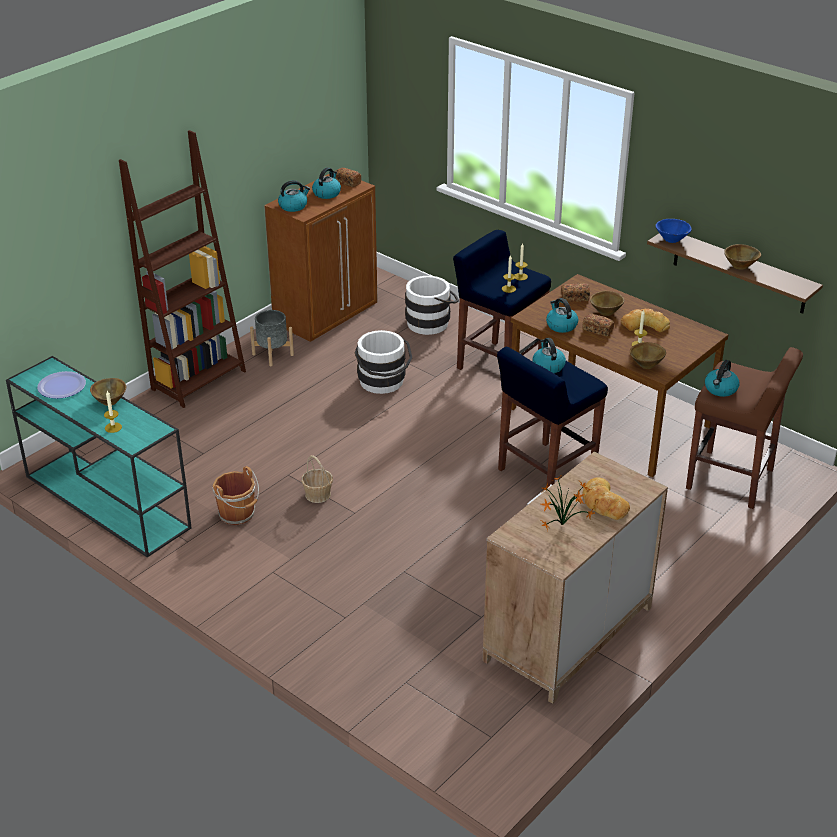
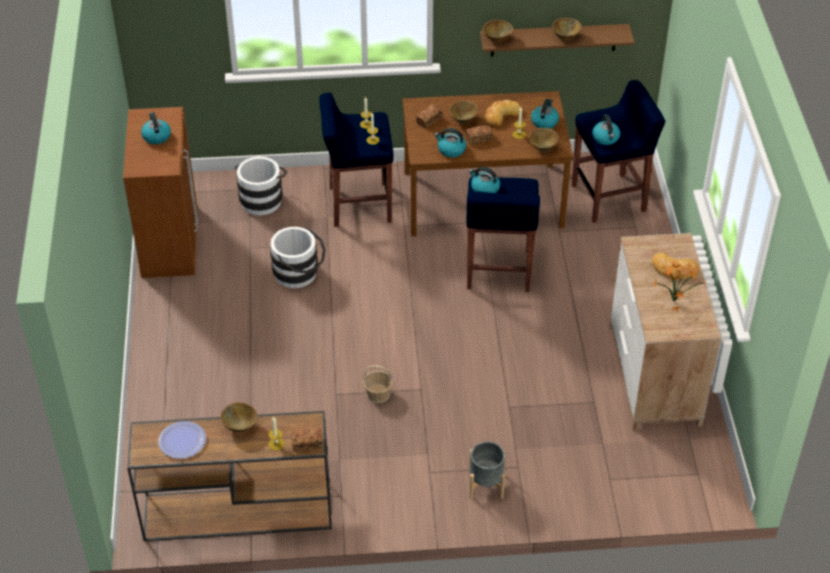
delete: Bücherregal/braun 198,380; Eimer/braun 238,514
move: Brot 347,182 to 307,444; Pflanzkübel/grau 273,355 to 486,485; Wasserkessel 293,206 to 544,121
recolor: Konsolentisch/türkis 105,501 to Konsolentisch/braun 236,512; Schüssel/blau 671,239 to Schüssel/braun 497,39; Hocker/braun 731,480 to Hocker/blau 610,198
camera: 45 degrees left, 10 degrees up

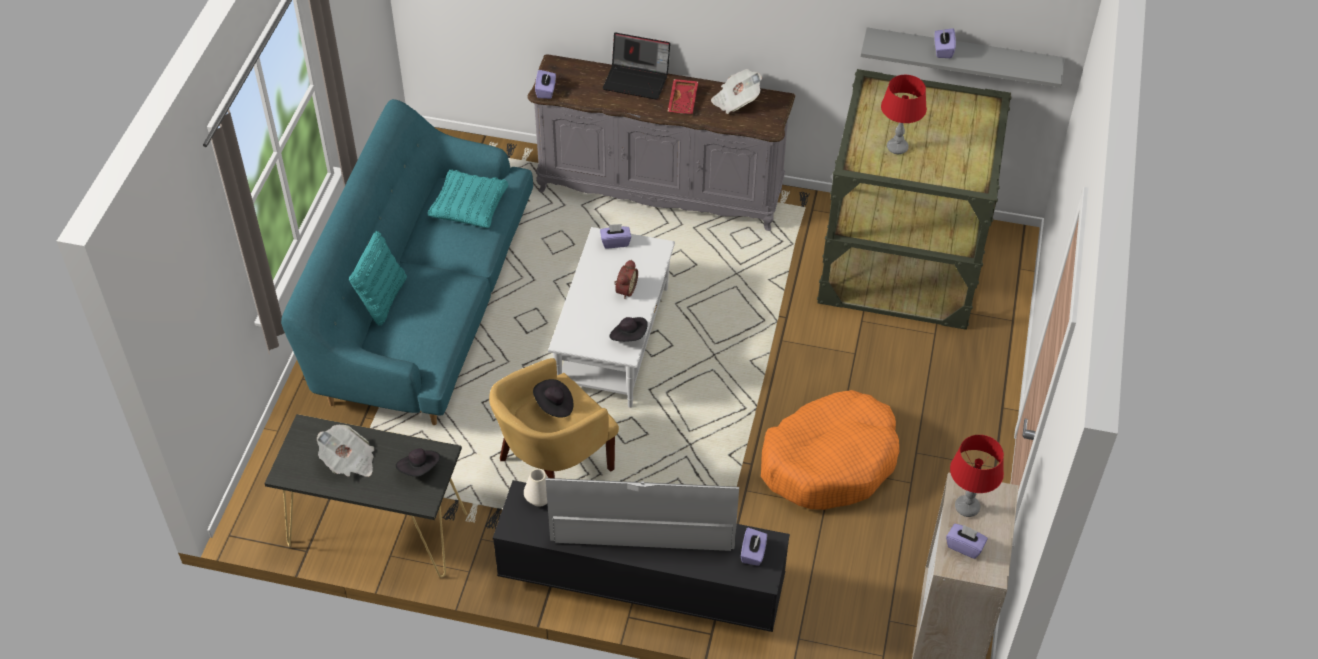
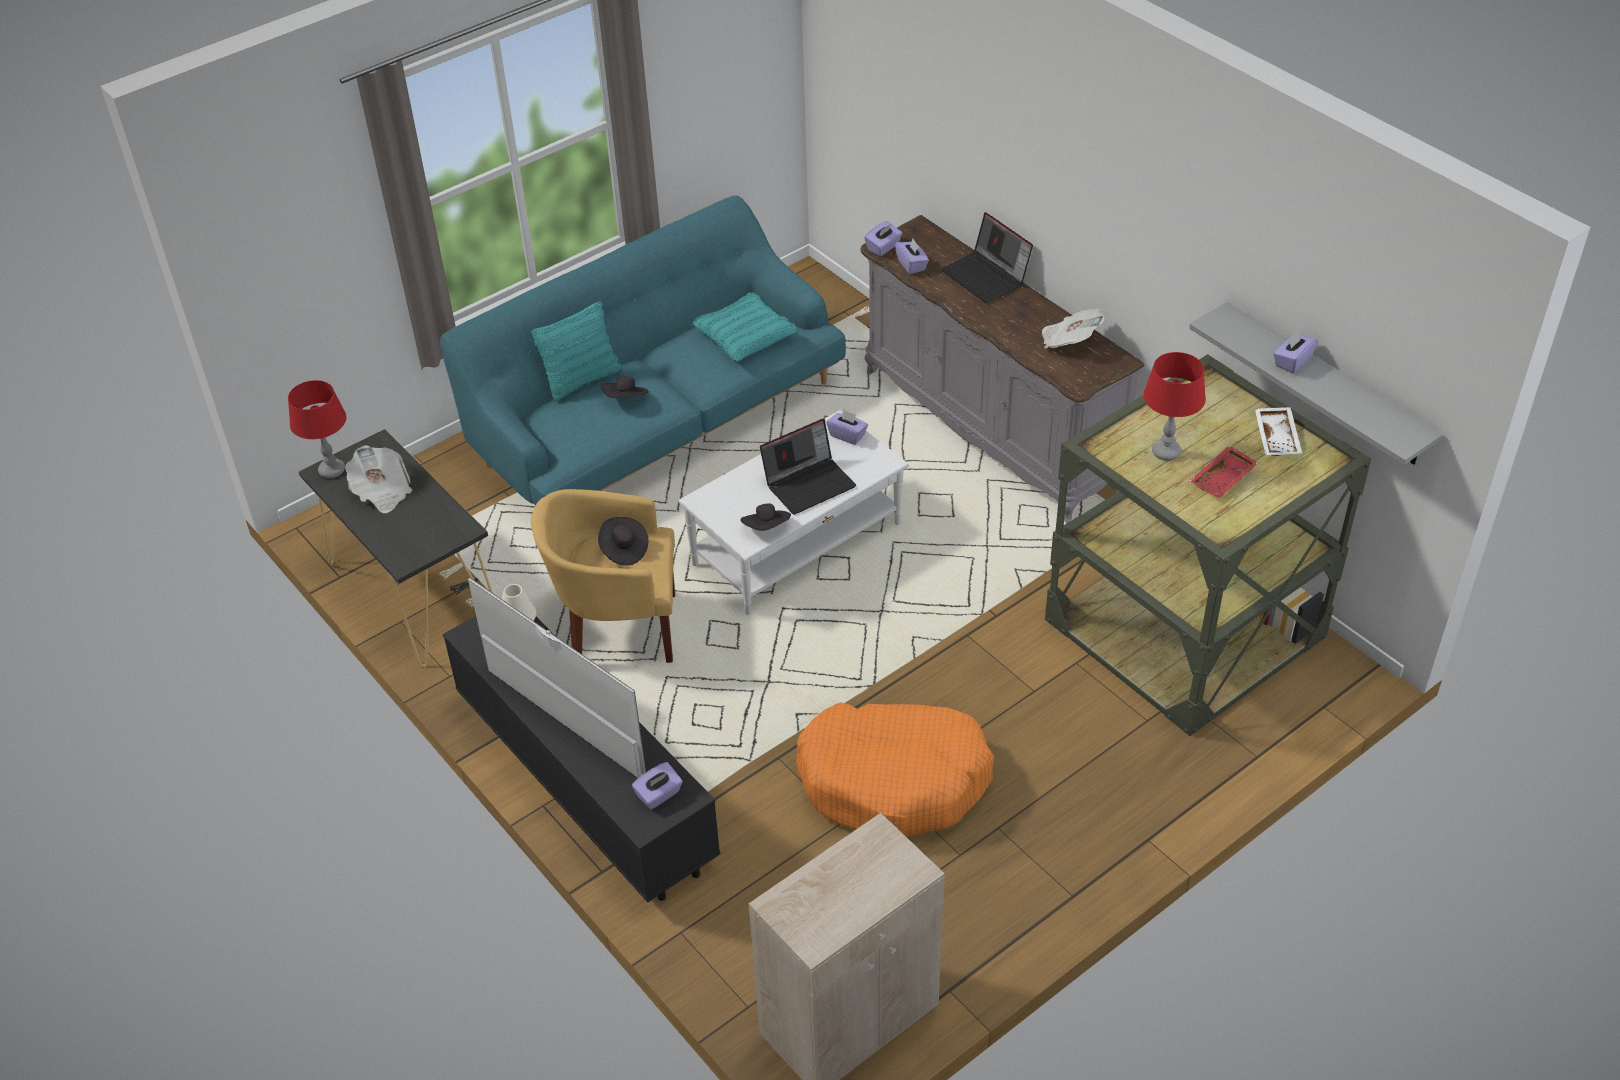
insert: Tablett/weiß 1278,437
move: Tischlampe/rot 967,508 to 332,470; Hut/schwarz 420,469 to 626,399; Taschentuchbox/lila 964,546 to 911,265; Tablett/rot 683,101 to 1223,479
replace: Wecker 625,290 to Laptop 809,483
camera: 40 degrees right, 5 degrees down

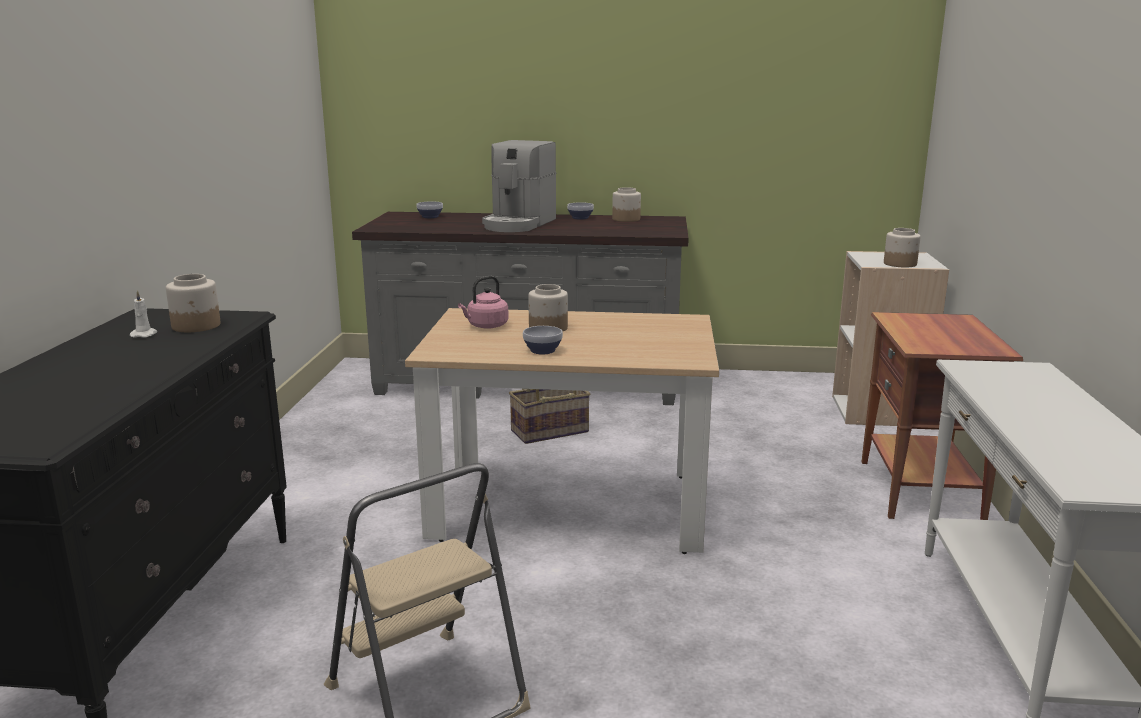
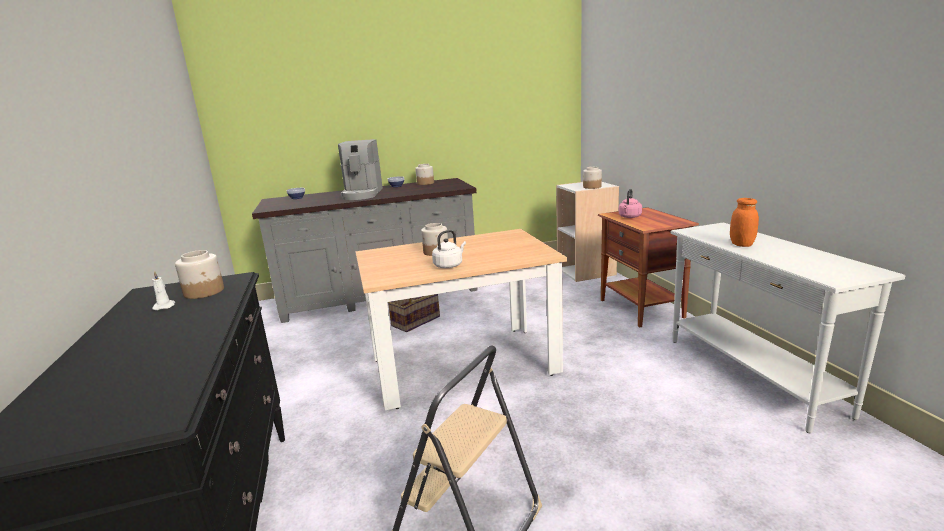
insert: Vorratsglas/orange 741,244
move: Wasserkessel/rosa 486,326 to 629,217
replace: Schüssel 543,350 to Wasserkessel/weiß 449,265
camera: 20 degrees left, 0 degrees up

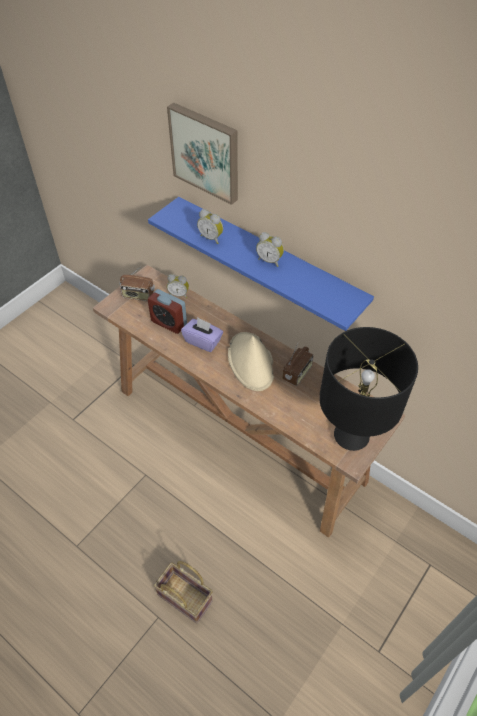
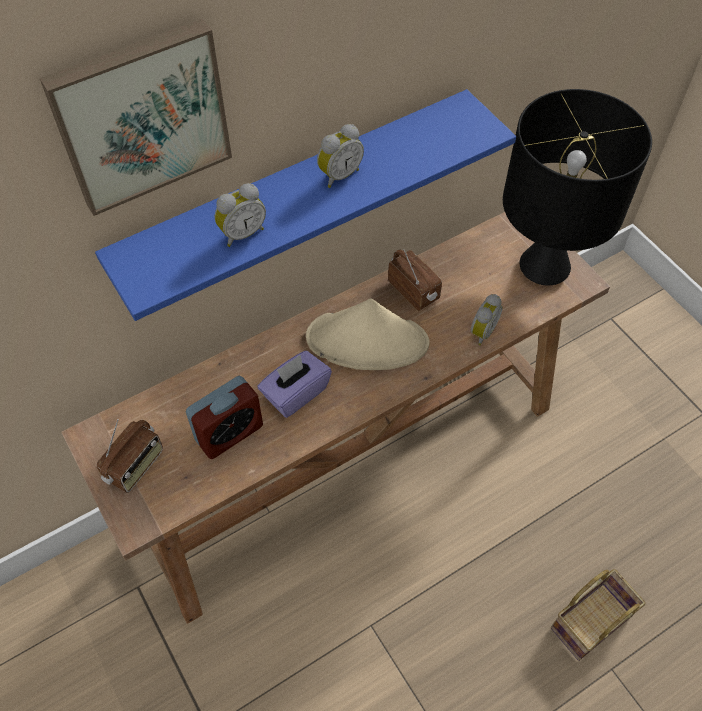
move: Wecker 179,294 to 481,331
camera: 70 degrees left, 5 degrees up

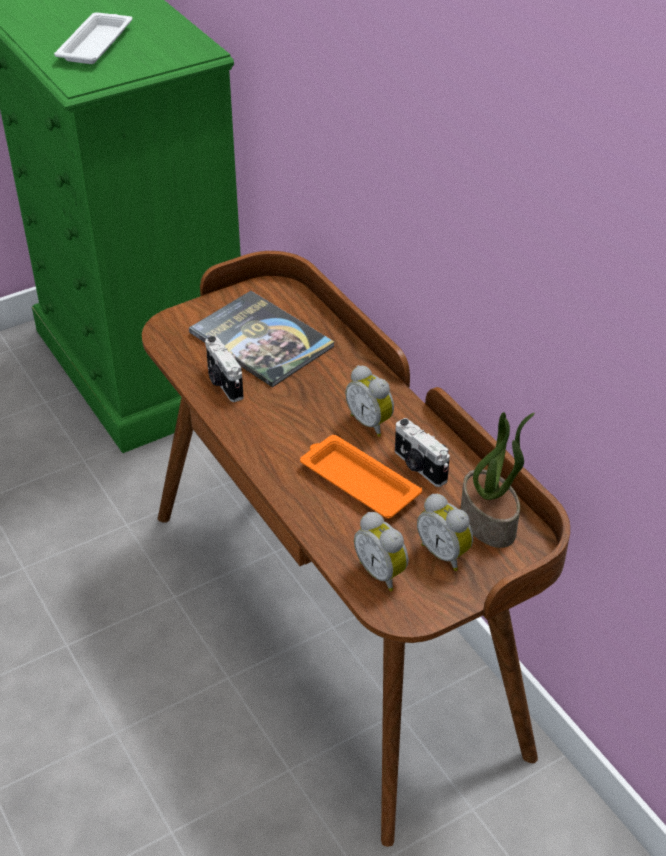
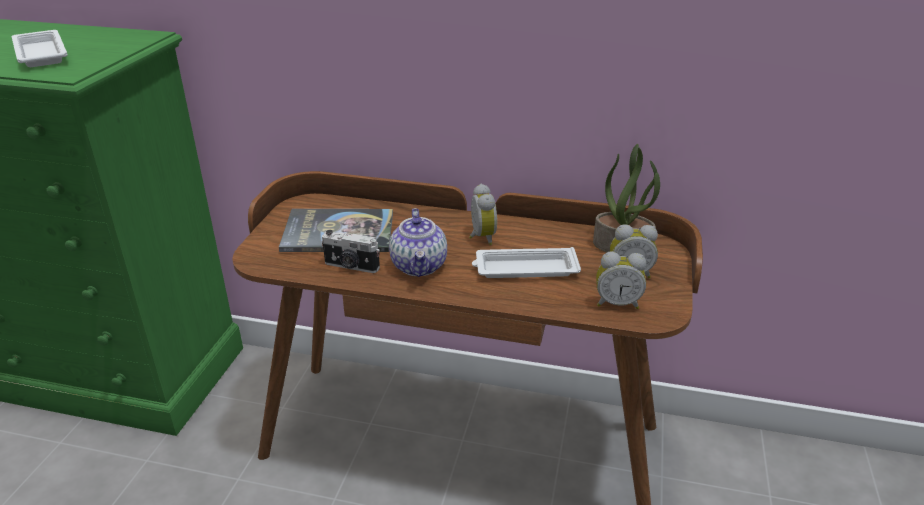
delete: Kamera 418,467
insert: Teekanne 420,266
recolor: Tablett/orange 357,481 to Tablett/weiß 524,269
rotate: Wecker 371,422 = 480,237 105 degrees counterclockwise
camera: 45 degrees left, 10 degrees down

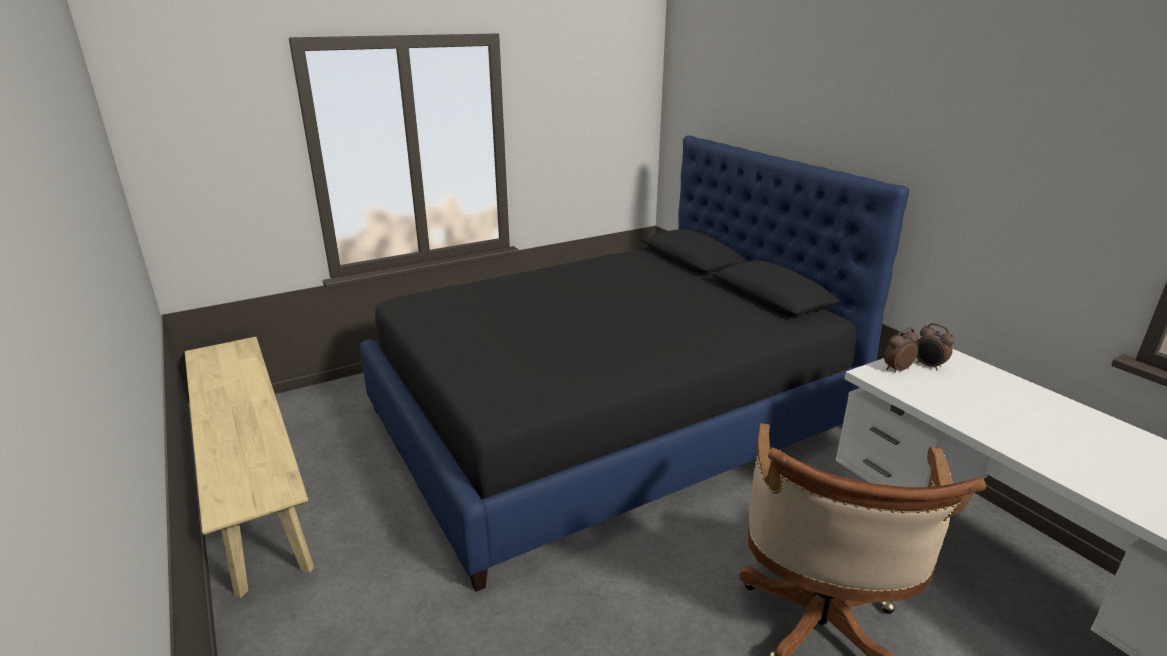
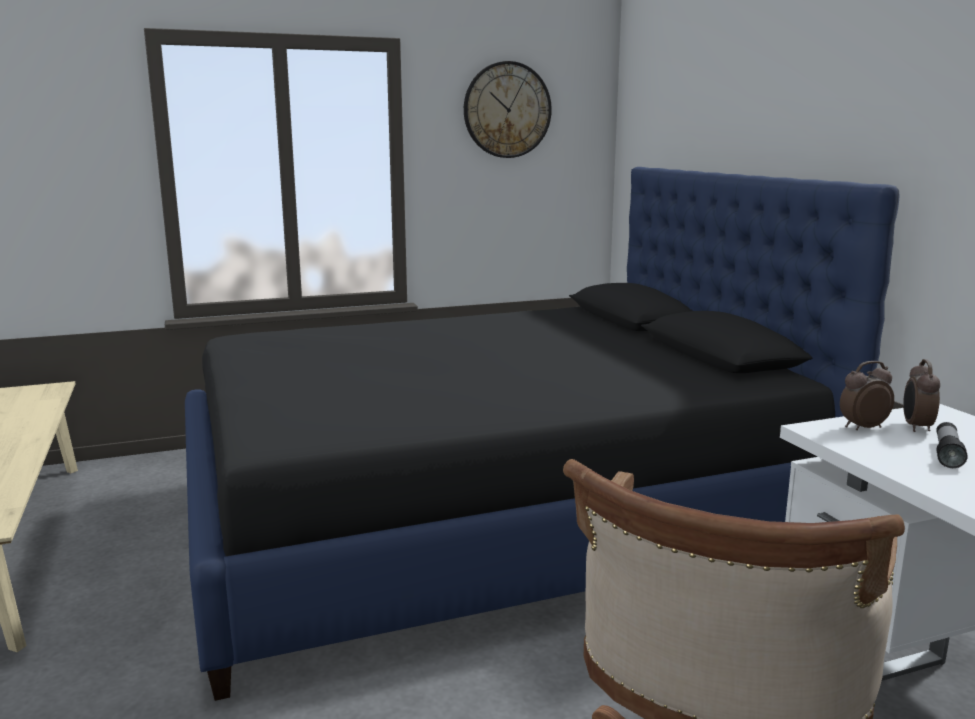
insert: Wanduhr 507,110; Taschenlampe 947,454
rotate: Wecker 928,366 = 916,427 45 degrees clockwise
camera: 10 degrees right, 10 degrees down

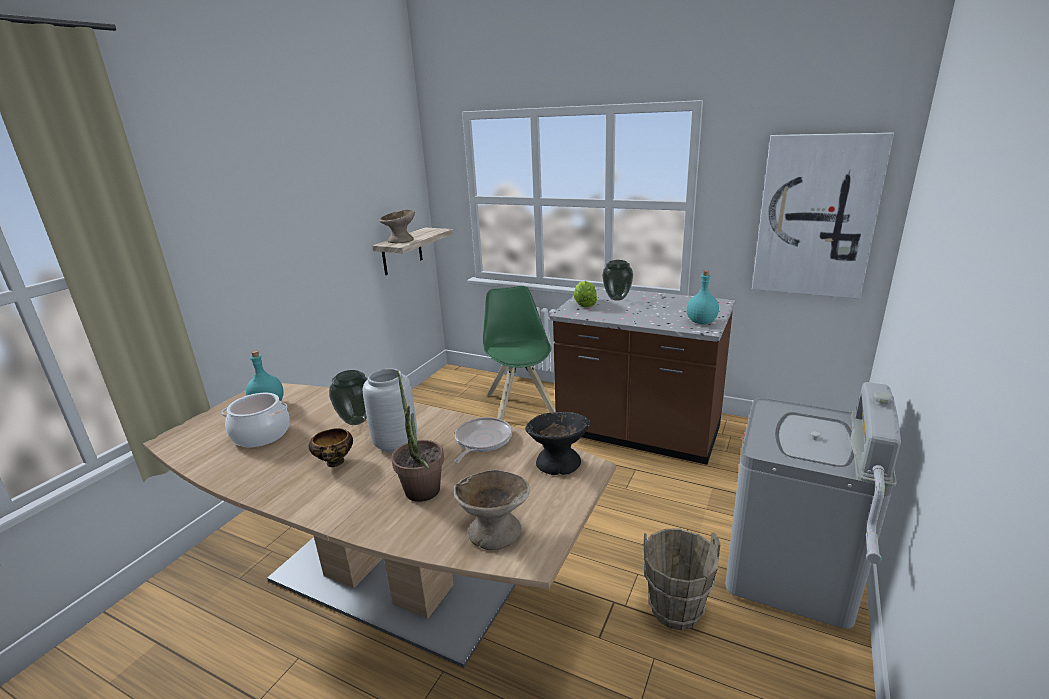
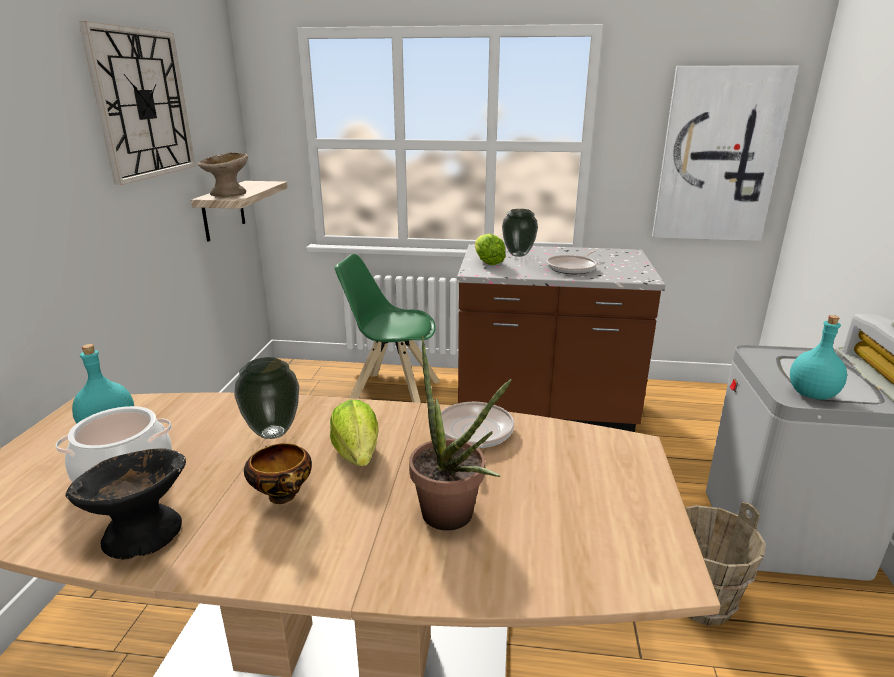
delete: Schüssel/beige 494,531
insert: Wanduhr 143,104; Pfanne 572,268
move: Schüssel/schwarz 558,462 to 142,533; Flasche/türkis 702,322 to 812,394
replace: Vase/grau 396,443 to Salatkopf 357,454
rotate: Stuhl/grün 520,403 = 392,393 45 degrees counterclockwise
camera: 20 degrees left, 0 degrees up

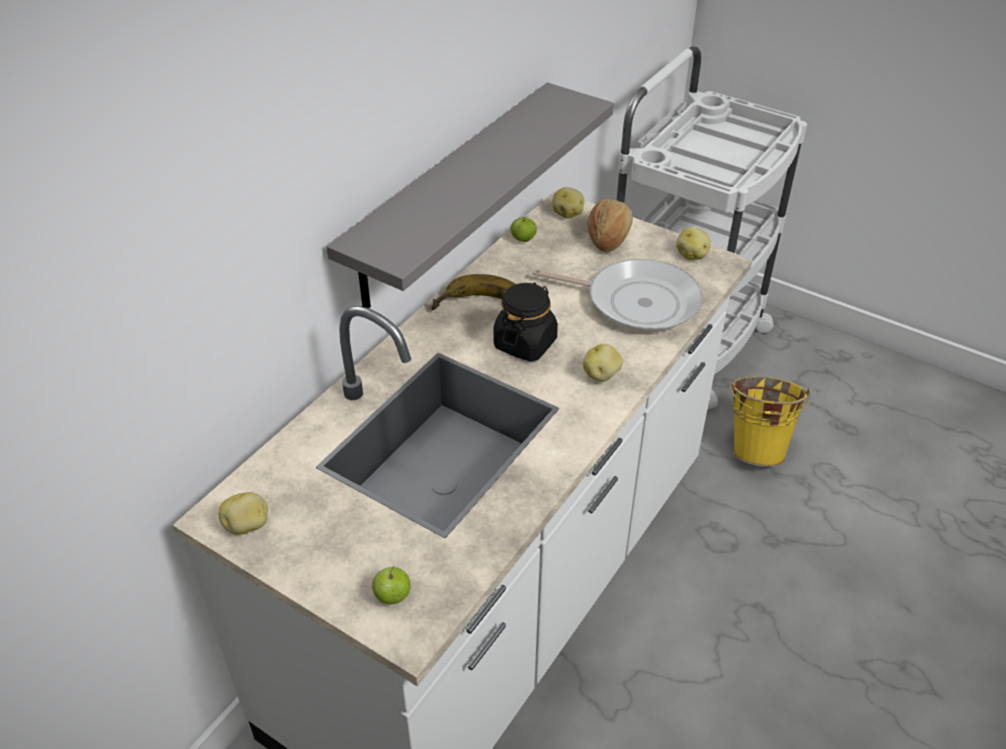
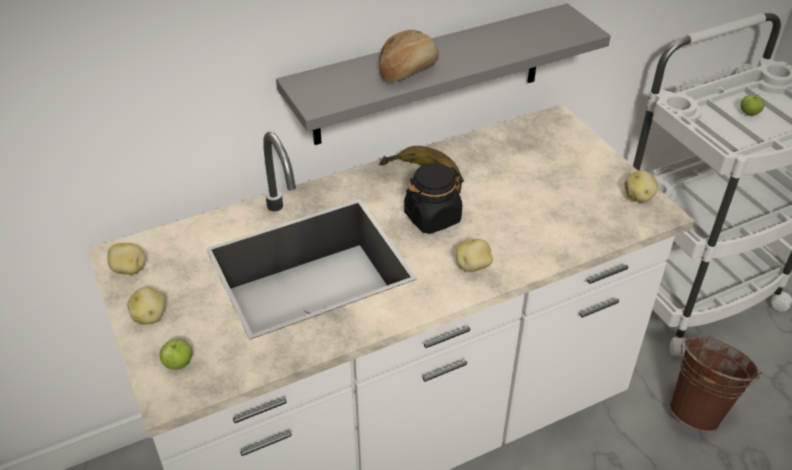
delete: Pfanne 636,302
move: Kartoffel 567,214 to 150,316; Brot 608,237 to 407,70; Apfel 523,240 to 749,114
recolor: Eimer/gelb 757,447 to Eimer/braun 700,408
camera: 30 degrees right, 0 degrees up

